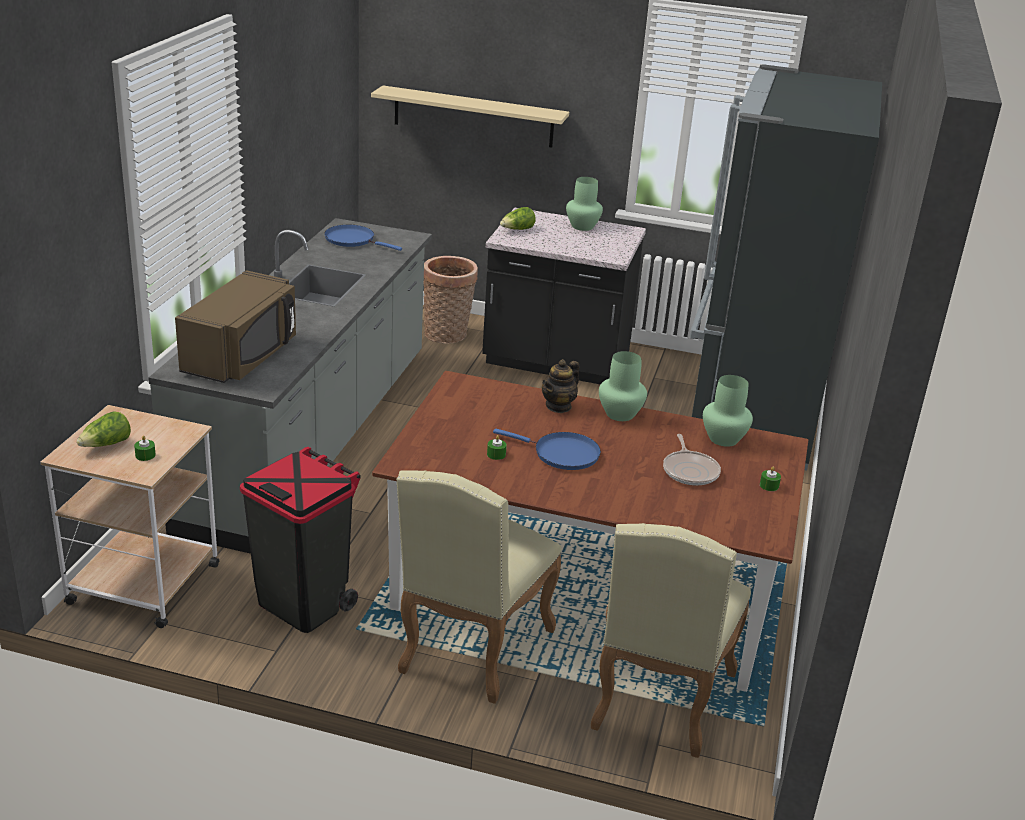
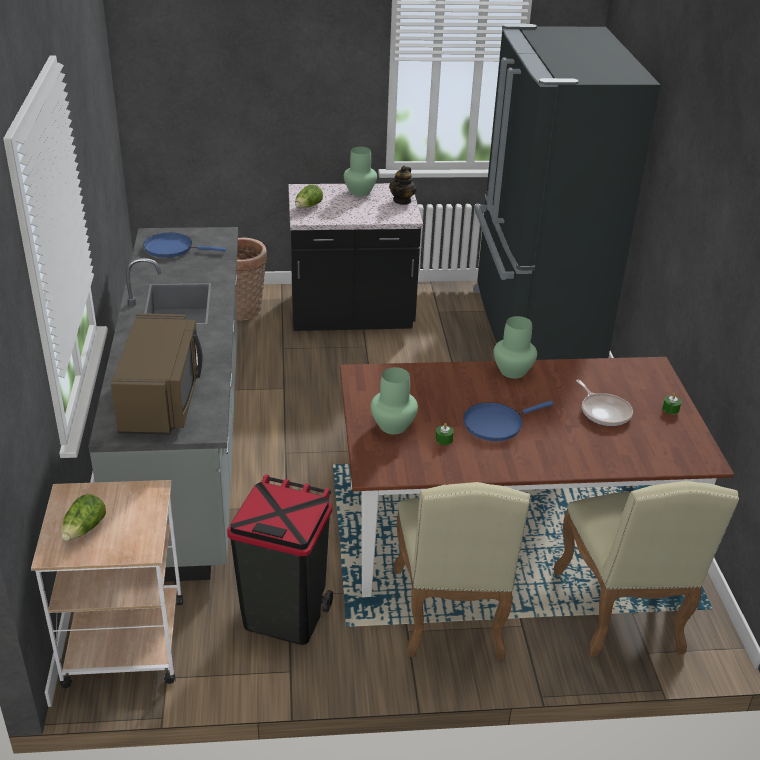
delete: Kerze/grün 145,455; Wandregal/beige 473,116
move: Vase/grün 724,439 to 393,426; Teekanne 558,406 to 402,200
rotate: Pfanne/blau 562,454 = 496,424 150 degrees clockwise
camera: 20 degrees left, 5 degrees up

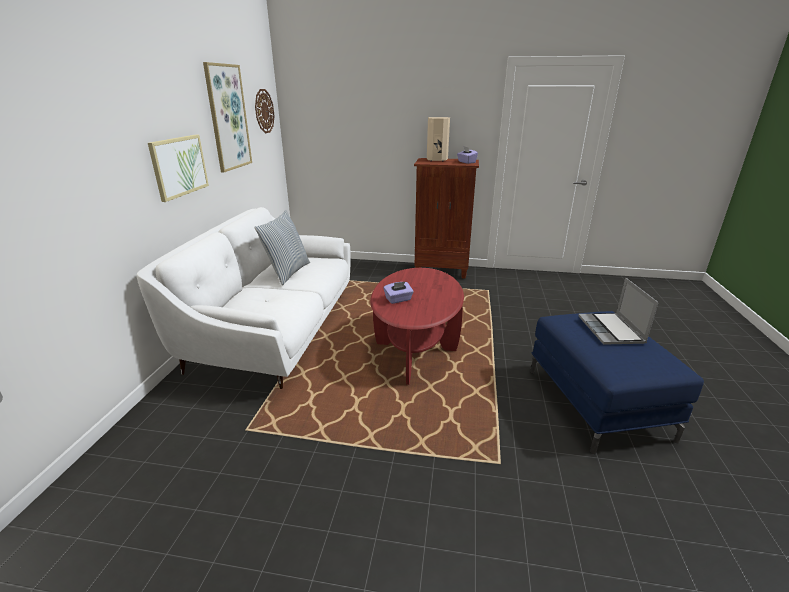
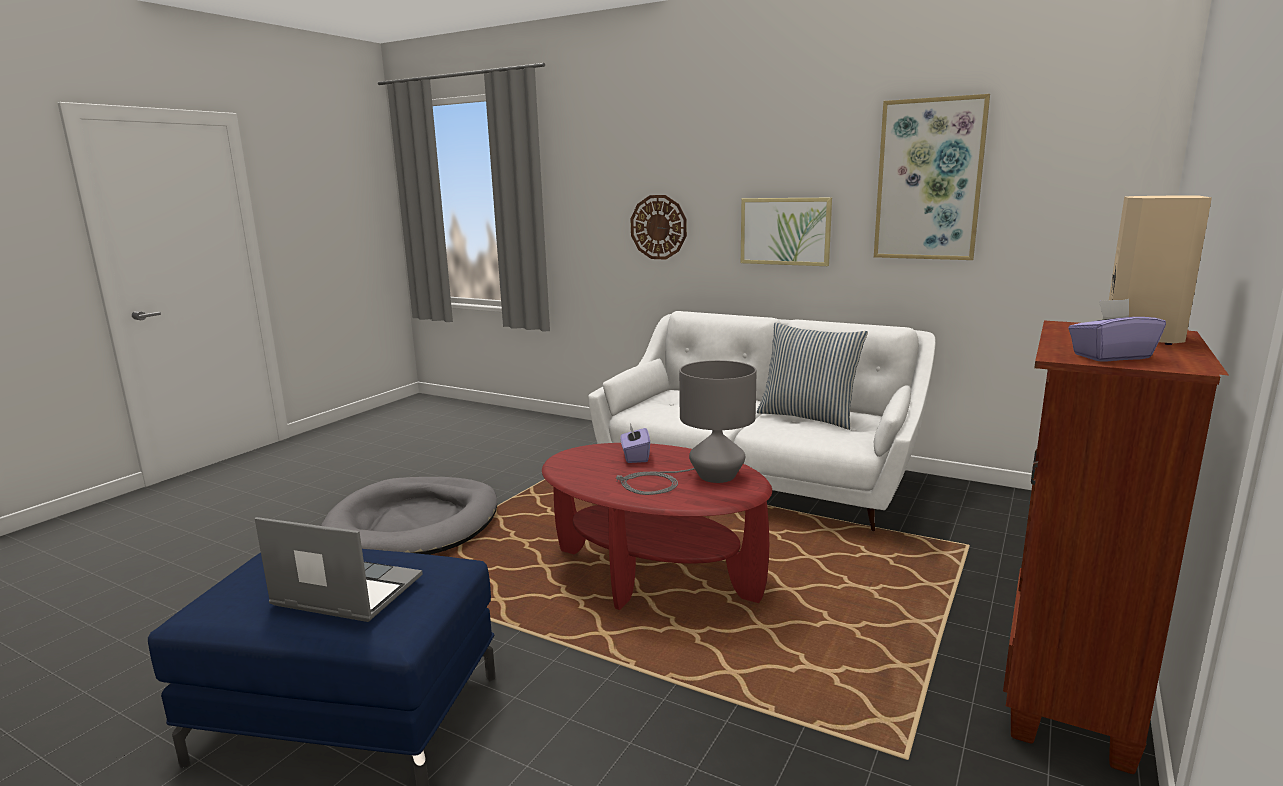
insert: Hundebett/grau 414,524; Tischlampe/grau 690,479
move: Wanduhr 264,111 to 658,227
camera: 110 degrees right, 10 degrees down

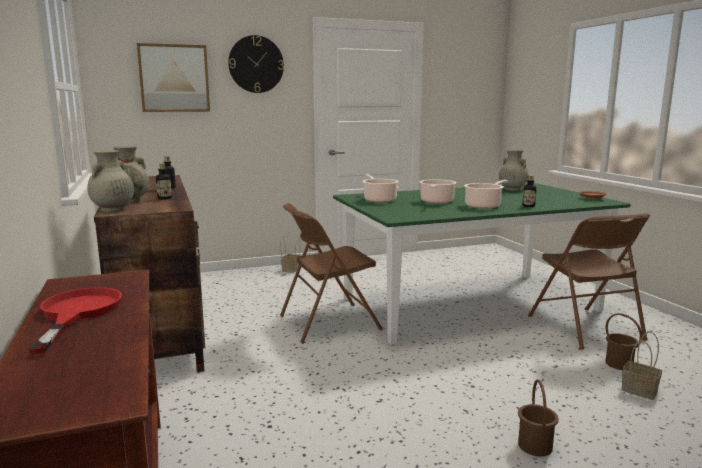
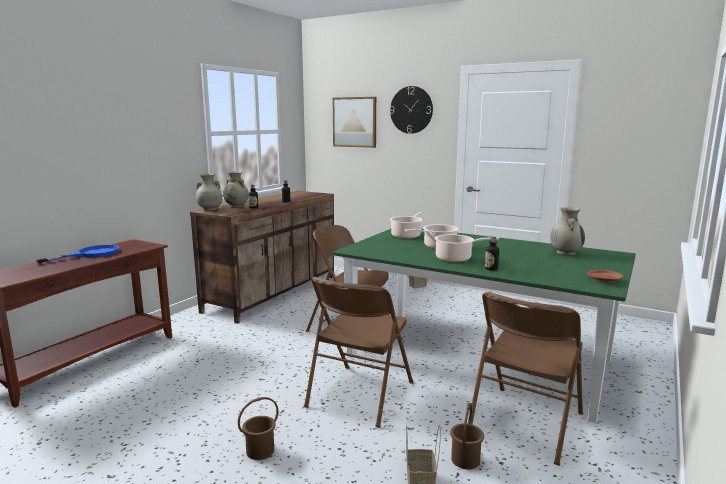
insert: Stuhl/braun 360,394
recolor: Pfanne/rot 77,313 to Pfanne/blau 91,254
camera: 50 degrees right, 0 degrees up

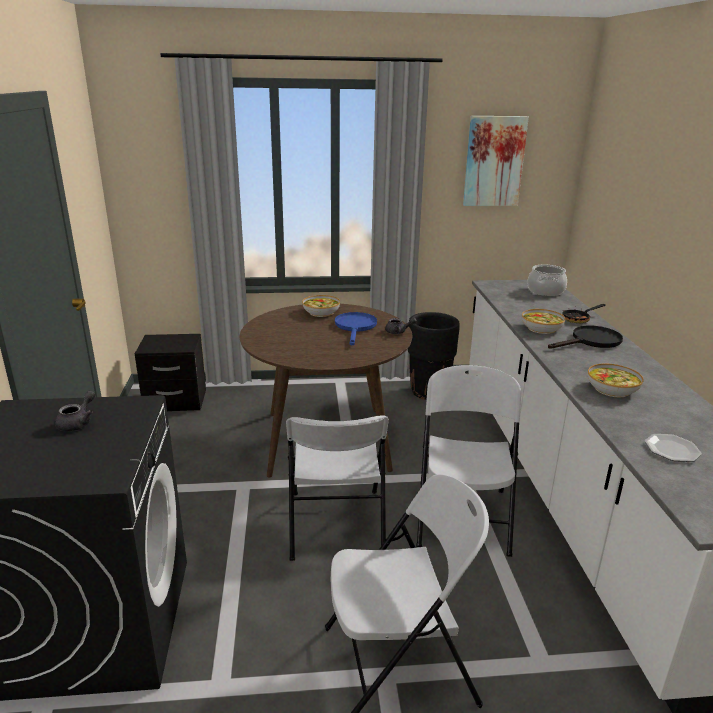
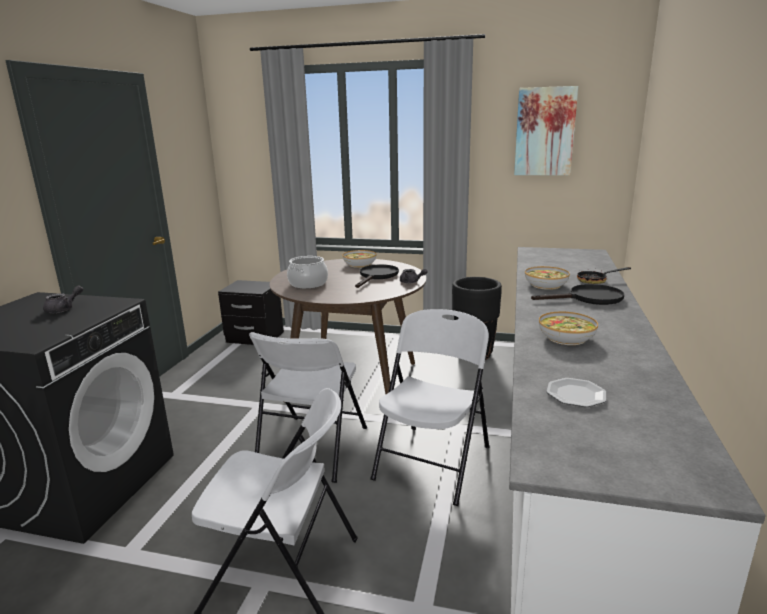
move: Kochtopf 545,291 to 308,283
recolor: Pfanne/blau 355,327 to Pfanne/schwarz 377,276
camera: 20 degrees right, 5 degrees down

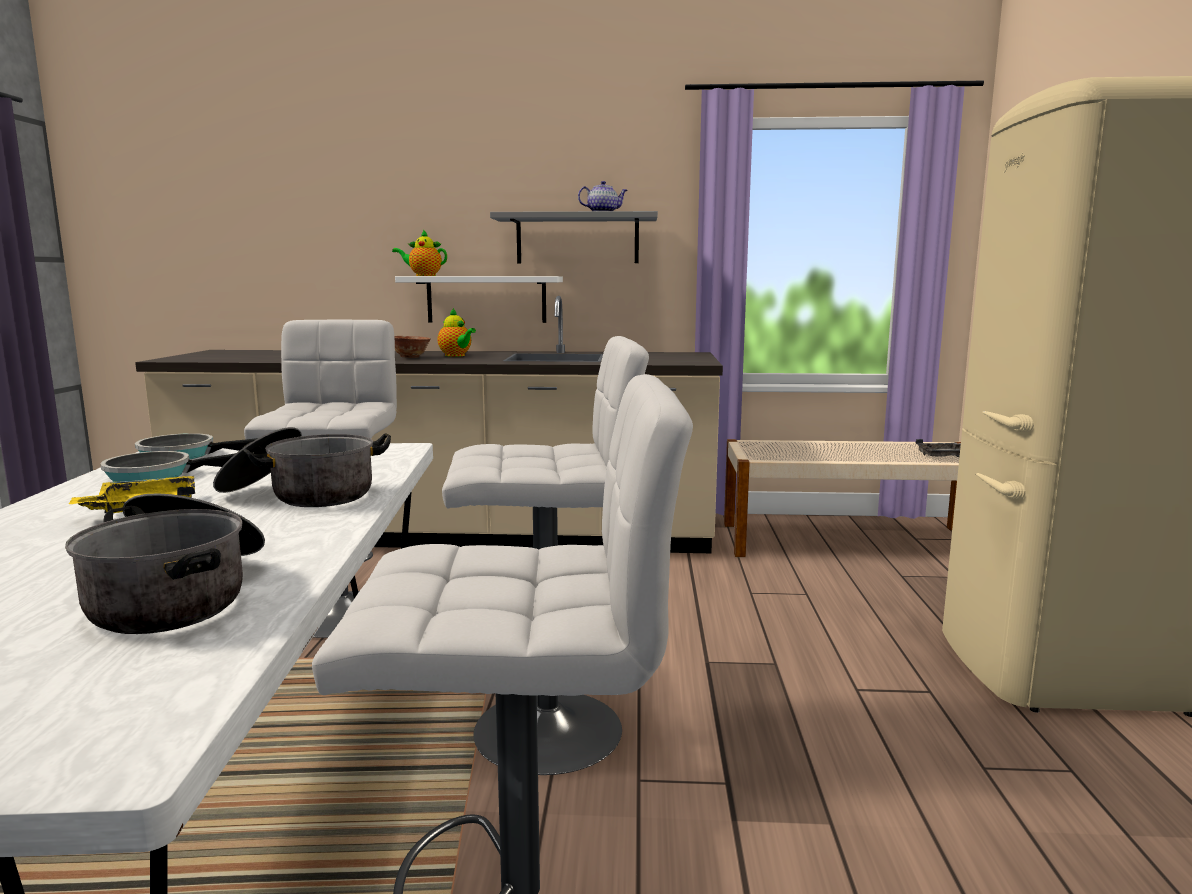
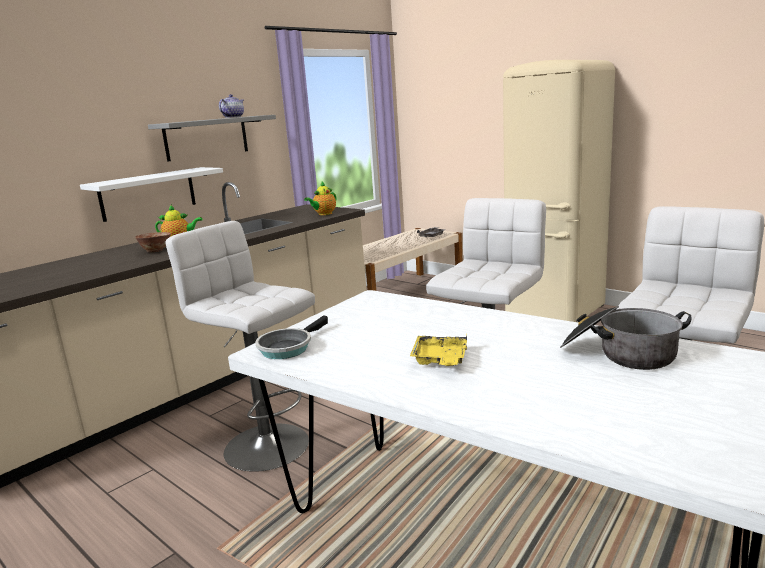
delete: Pfanne 157,475; Kochtopf 302,495
move: Teekanne 423,275 to 324,214
camera: 50 degrees left, 5 degrees up

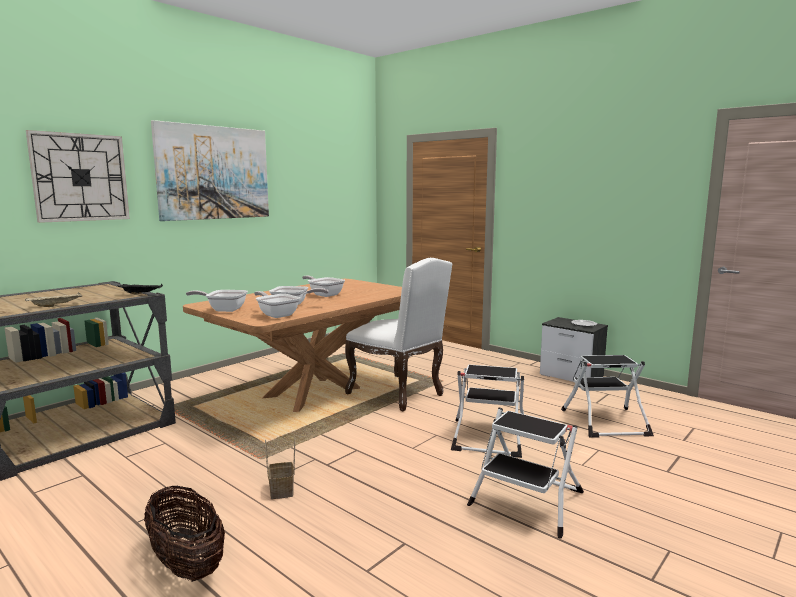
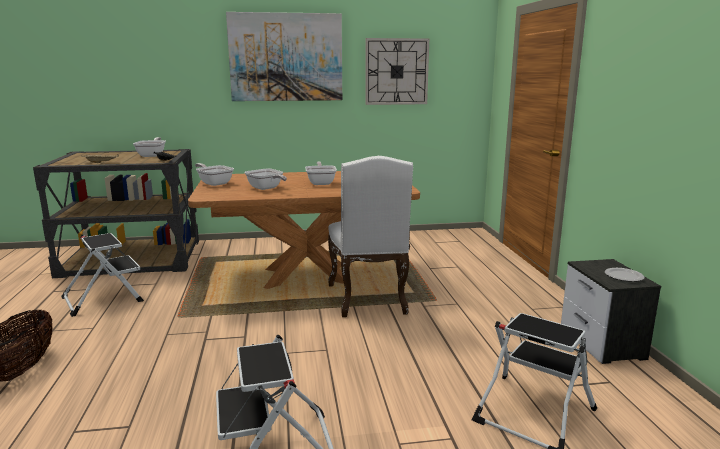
delete: Korb 282,491
move: Trittleiter 488,436 to 104,297; Pfanne 276,314 to 152,155; Wanduhr 80,177 to 396,71
camera: 40 degrees right, 5 degrees up

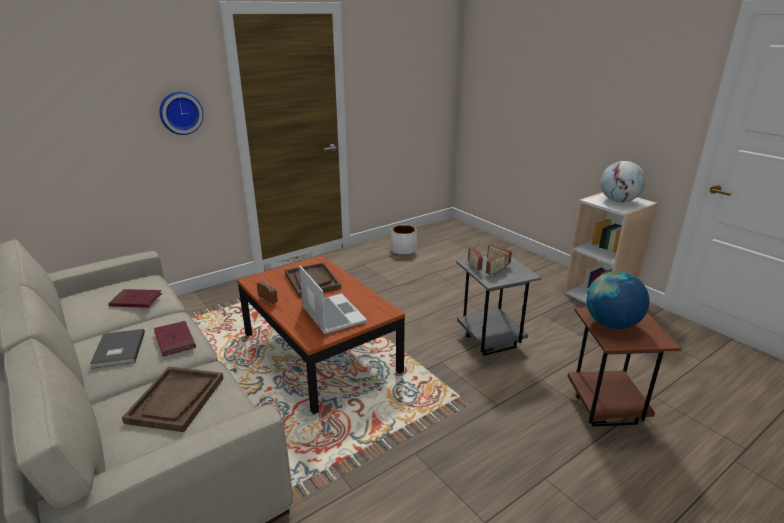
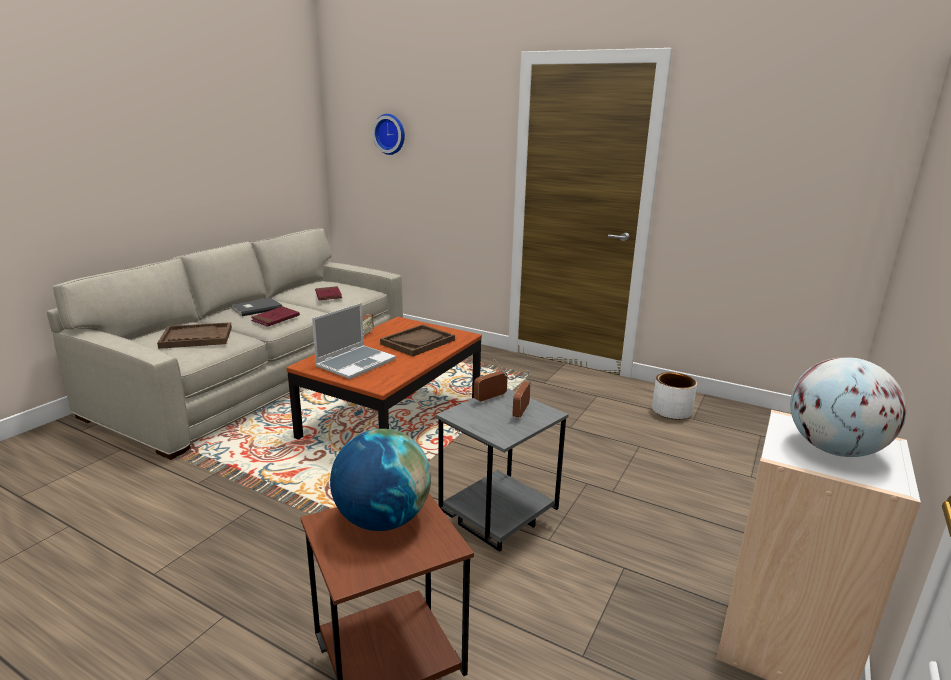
delete: Radio 495,272
move: Wanduhr 180,113 to 390,134
camera: 65 degrees right, 5 degrees down

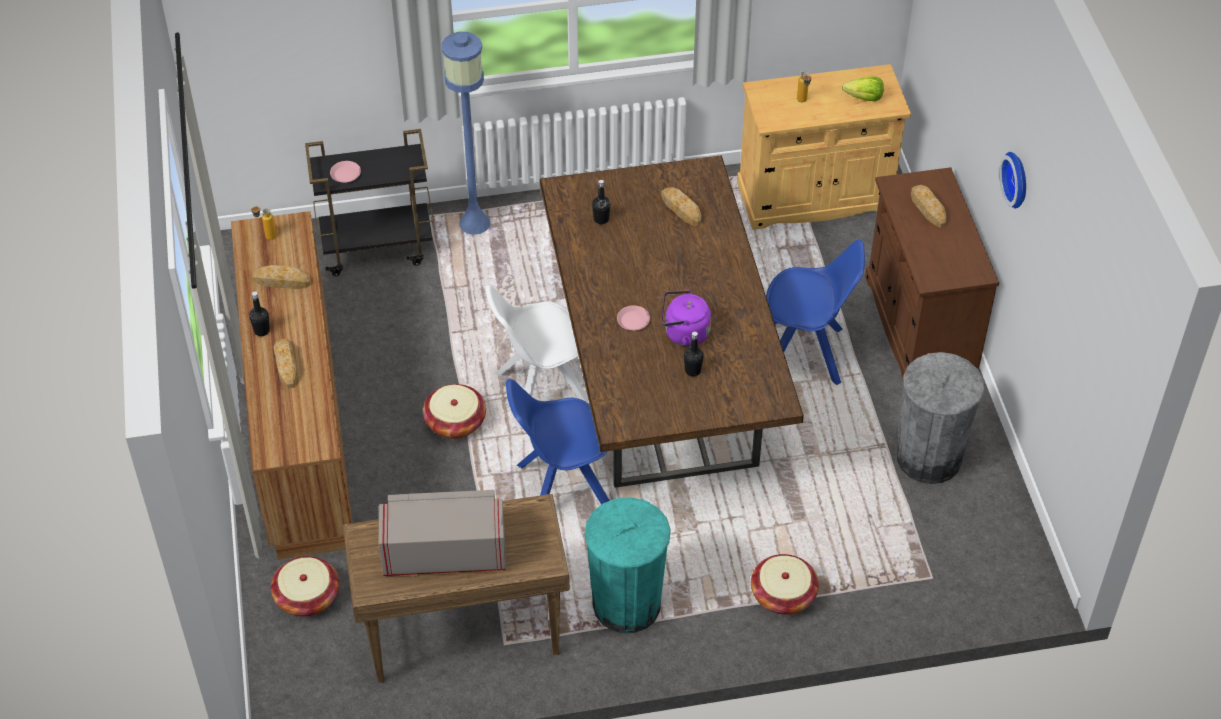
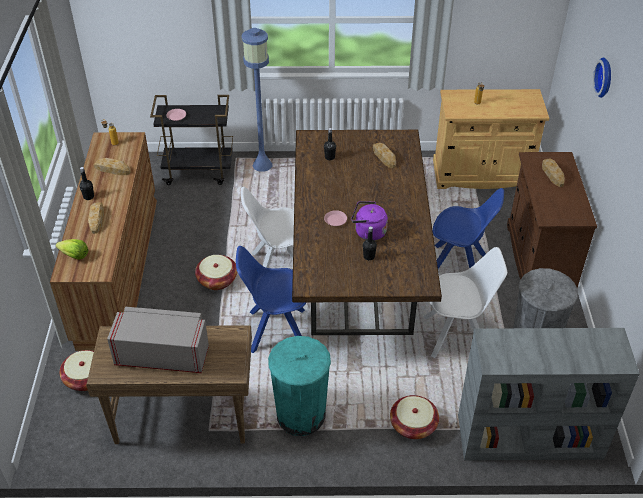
insert: Stuhl/weiß 457,335; Bücherregal/grau 529,438
move: Salatkopf 864,98 to 74,255; Wanduhr 1018,179 to 605,77
camera: 10 degrees right, 5 degrees down

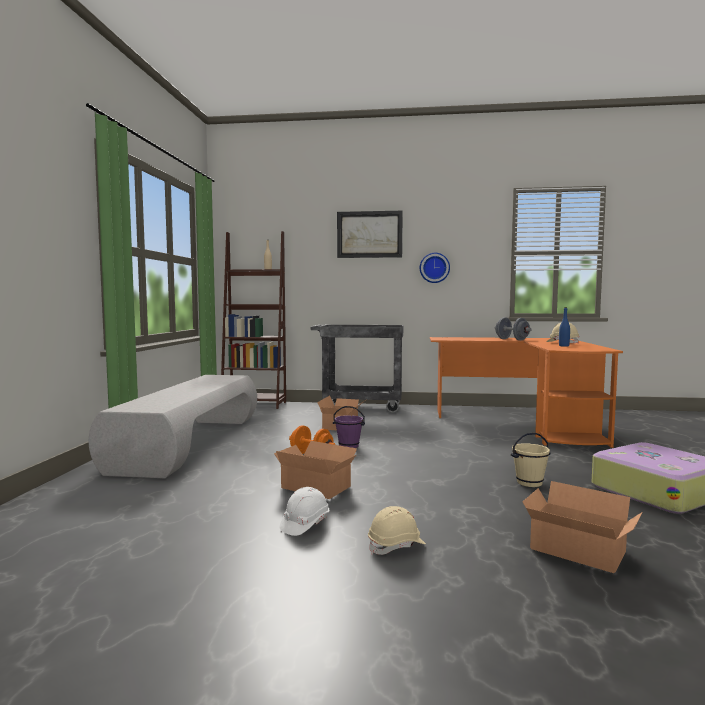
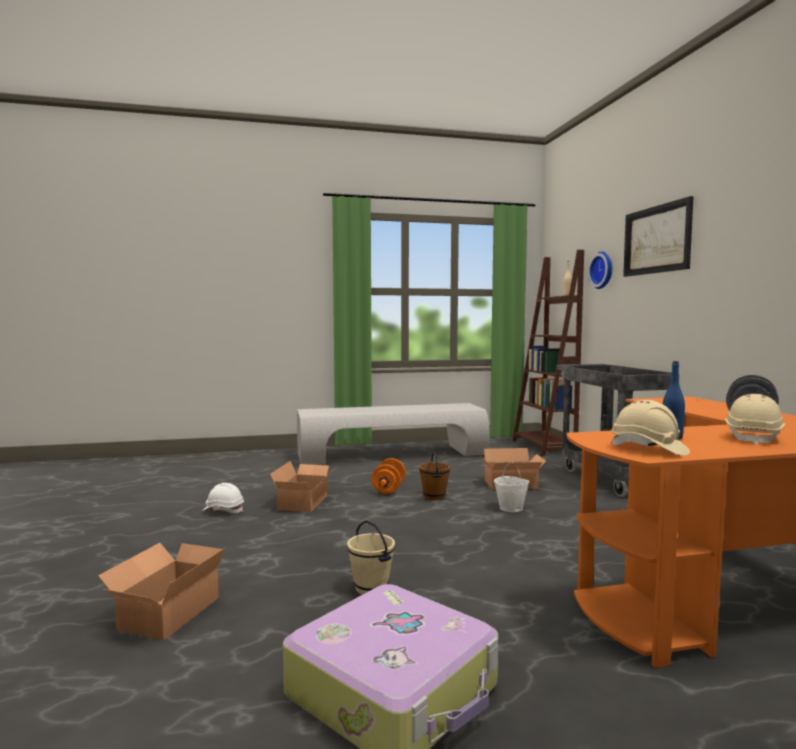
insert: Eimer/weiß 511,508
move: Wanduhr 434,268 to 603,270; Schutzhelm/beige 396,546 to 648,449
recolor: Eimer/lila 348,446 to Eimer/braun 433,497
camera: 70 degrees right, 0 degrees up

